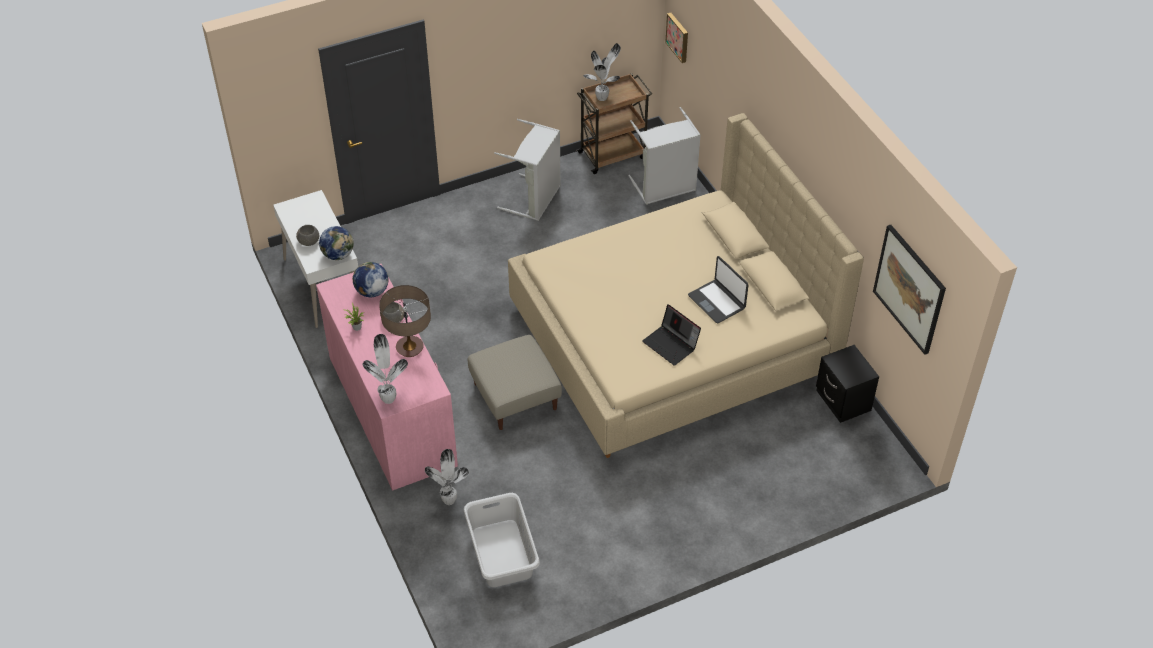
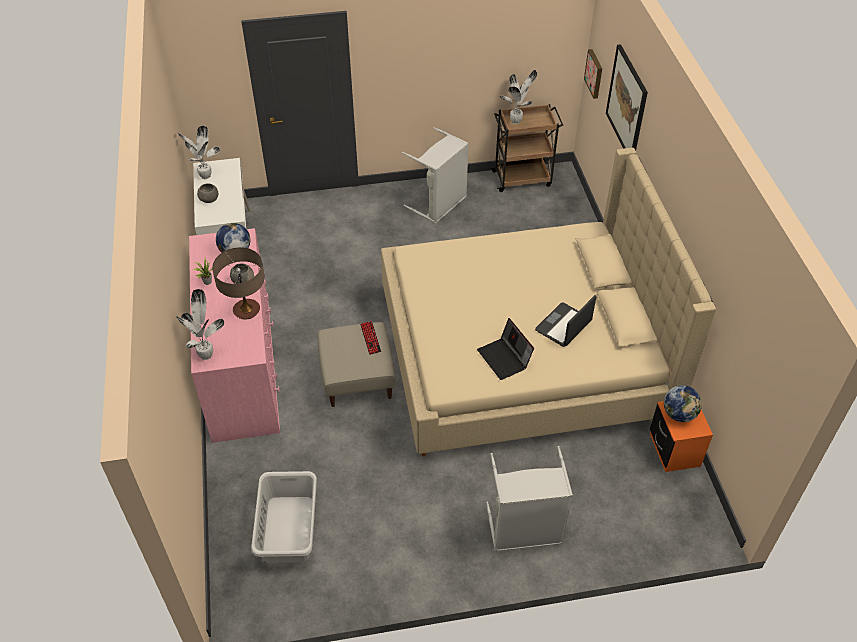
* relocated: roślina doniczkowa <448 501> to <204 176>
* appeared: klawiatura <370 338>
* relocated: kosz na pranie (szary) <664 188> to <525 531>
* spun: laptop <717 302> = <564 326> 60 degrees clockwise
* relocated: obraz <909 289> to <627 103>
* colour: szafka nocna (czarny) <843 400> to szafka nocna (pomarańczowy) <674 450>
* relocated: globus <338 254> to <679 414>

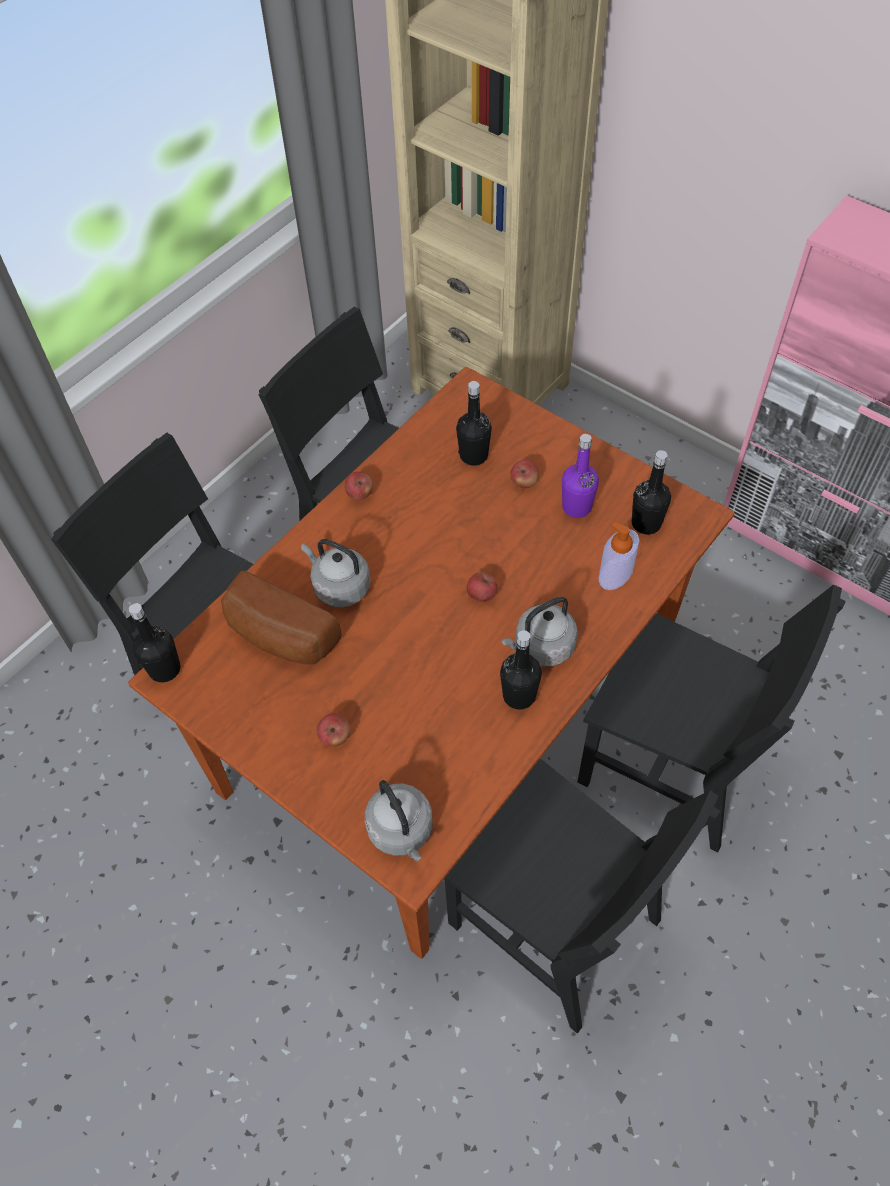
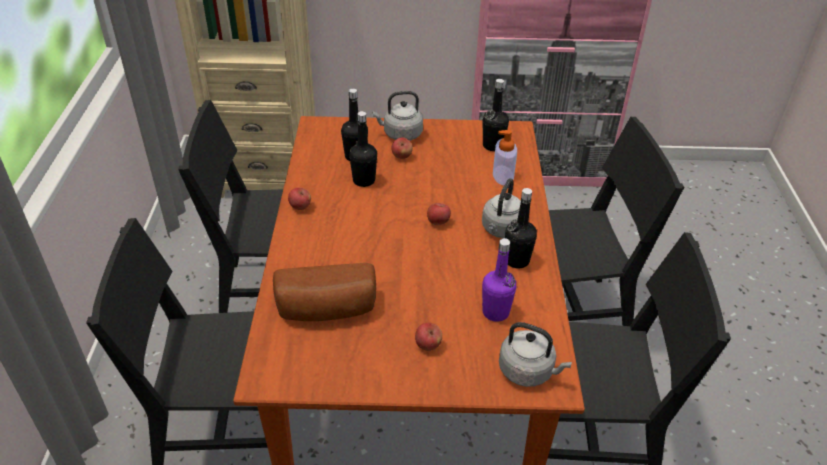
* relocated: butelka (czarny) <165 669> to <364 180>
* relocated: czajnik (szary) <339 586> to <400 134>
* relocated: butelka (fioletowy) <576 507> to <495 312>

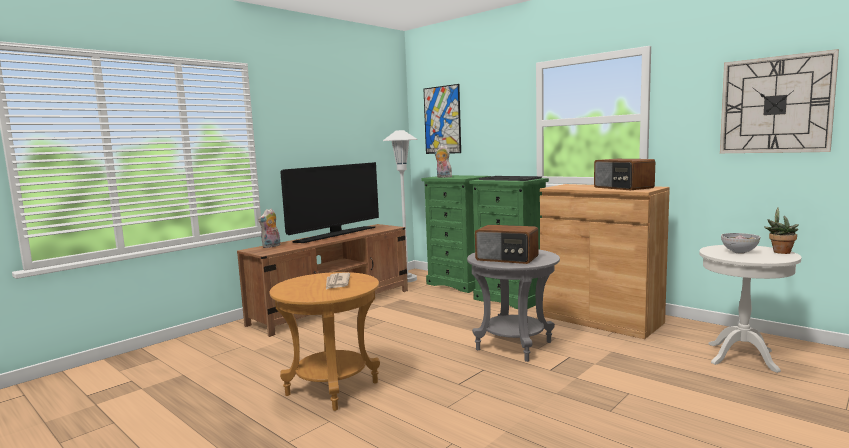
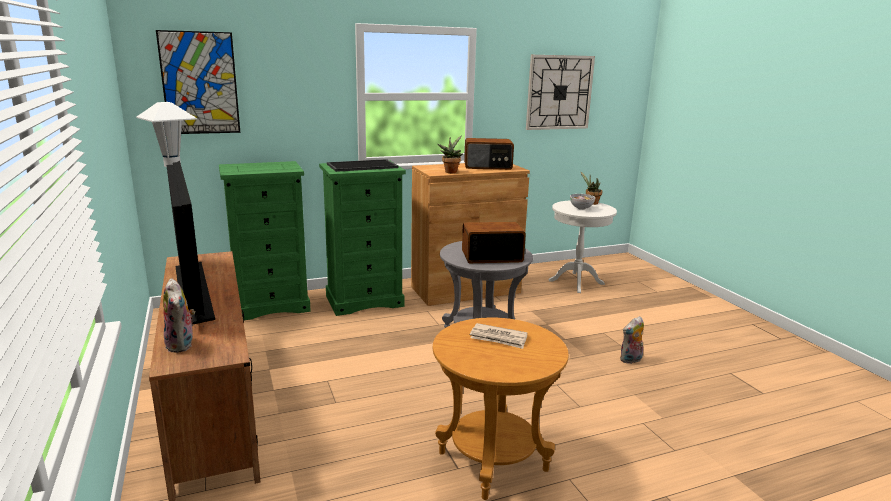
* appeared: roślina doniczkowa <451 171>
* spun: radio <507 258> = <491 256> 150 degrees counterclockwise
* relocated: pluszak <443 177> to <631 360>

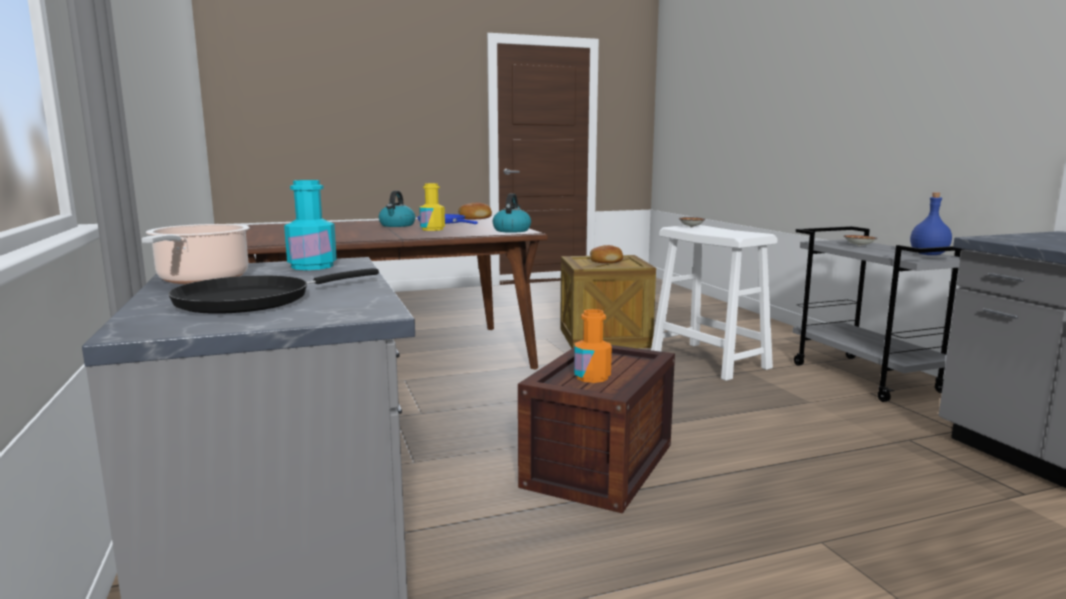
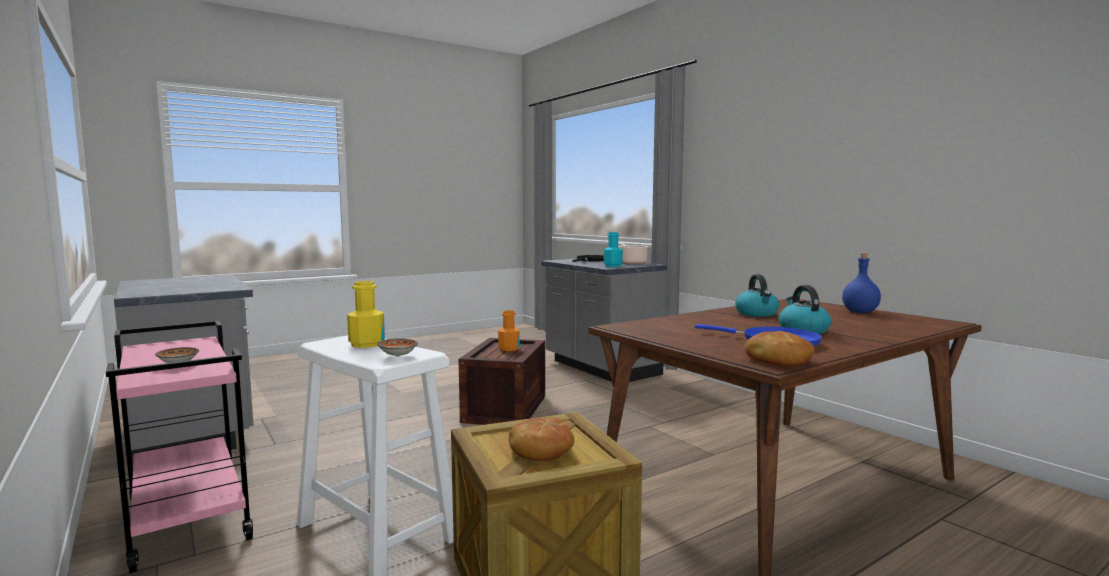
* colour: wózek (szary) <867 378> to wózek (różowy) <187 520>
* relocated: butelka (żółty) <432 229> to <366 344>
* relocated: czajnik <511 230> to <757 314>
* relocated: butelka (niebieski) <927 254> to <860 312>

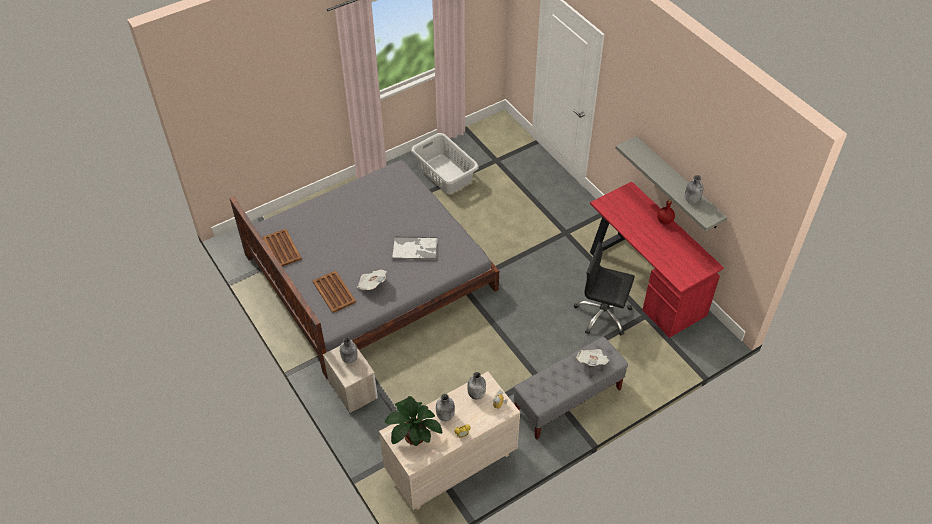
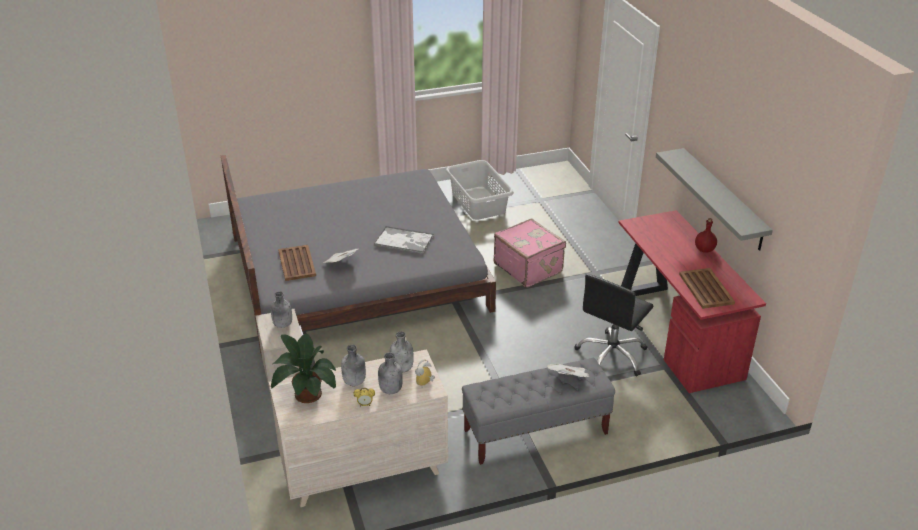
* relocated: butelka (szary) <691 200> to <390 390>
* appeared: walizka (różowy) <528 267>
* spun: krzesło biurowe (czarny) <602 315> = <612 356> 90 degrees counterclockwise
* relocated: taca (brązowy) <282 248> to <706 288>

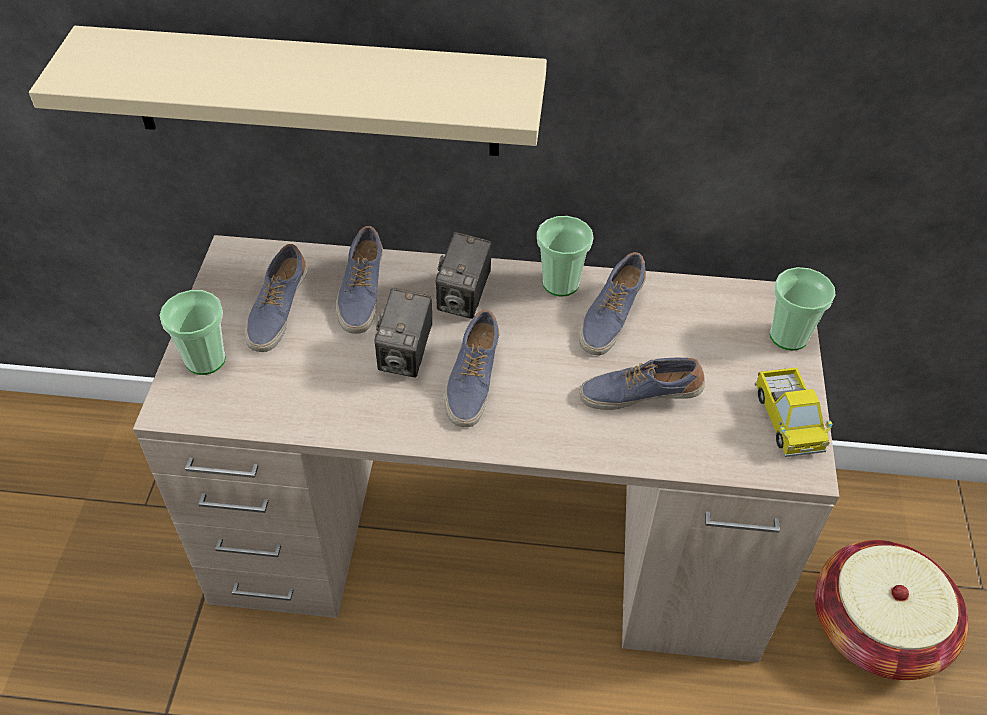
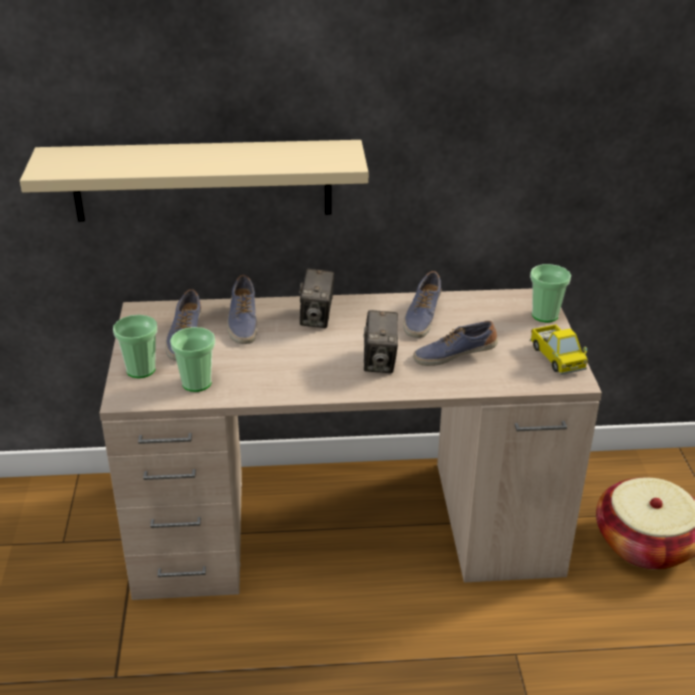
* relocated: filiżanka <560 283> to <196 383>
* relocated: aparat fotograficzny <406 356> to <380 362>
* missing: but <472 381>

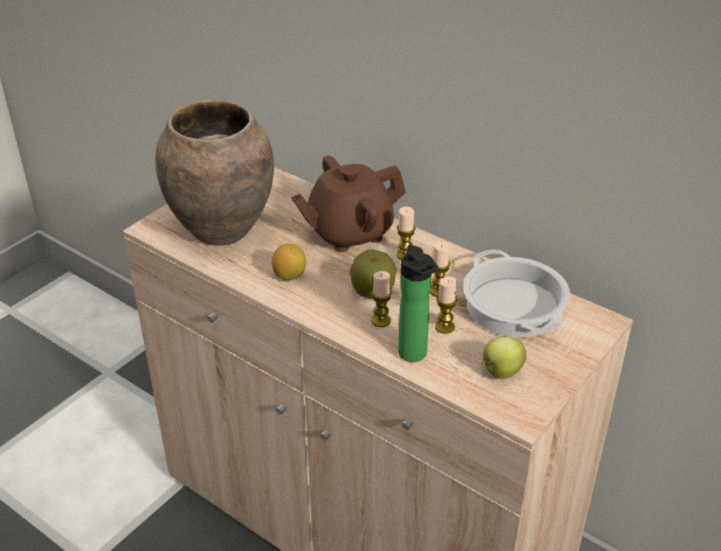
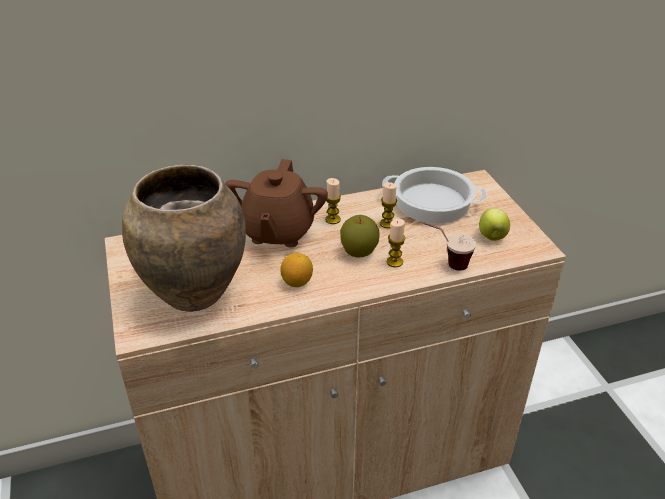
* exchanged: butelka <414 356> to filiżanka <446 264>
* missing: świeca <444 327>

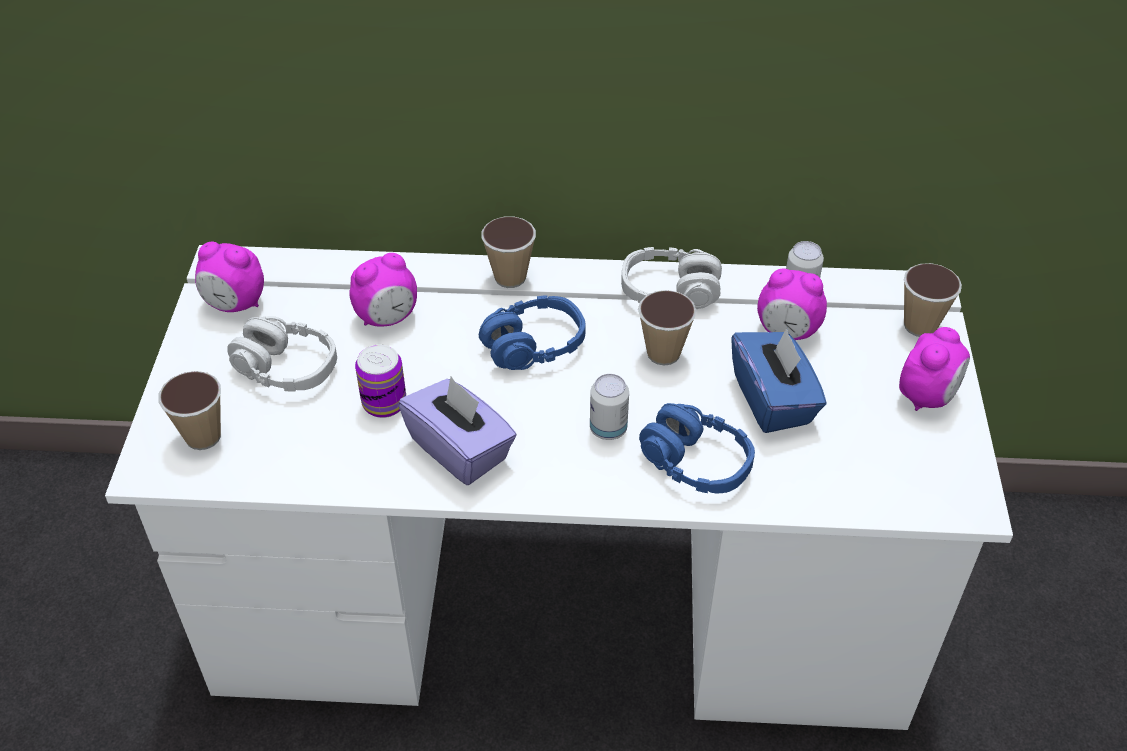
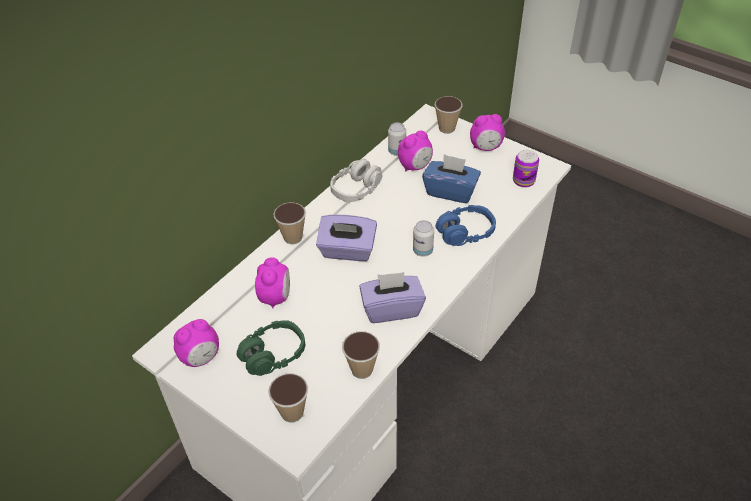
* colour: słuchawki (szary) <286 368> to słuchawki (zielony) <273 354>
* exchanged: słuchawki (niebieski) <533 345> to pudełko chusteczek (fioletowy) <347 251>
* relocated: filiżanka <663 353> to <362 369>
* spun: budzik <927 396> = <485 147> 105 degrees clockwise
* relocated: puszka <384 403> to <523 181>

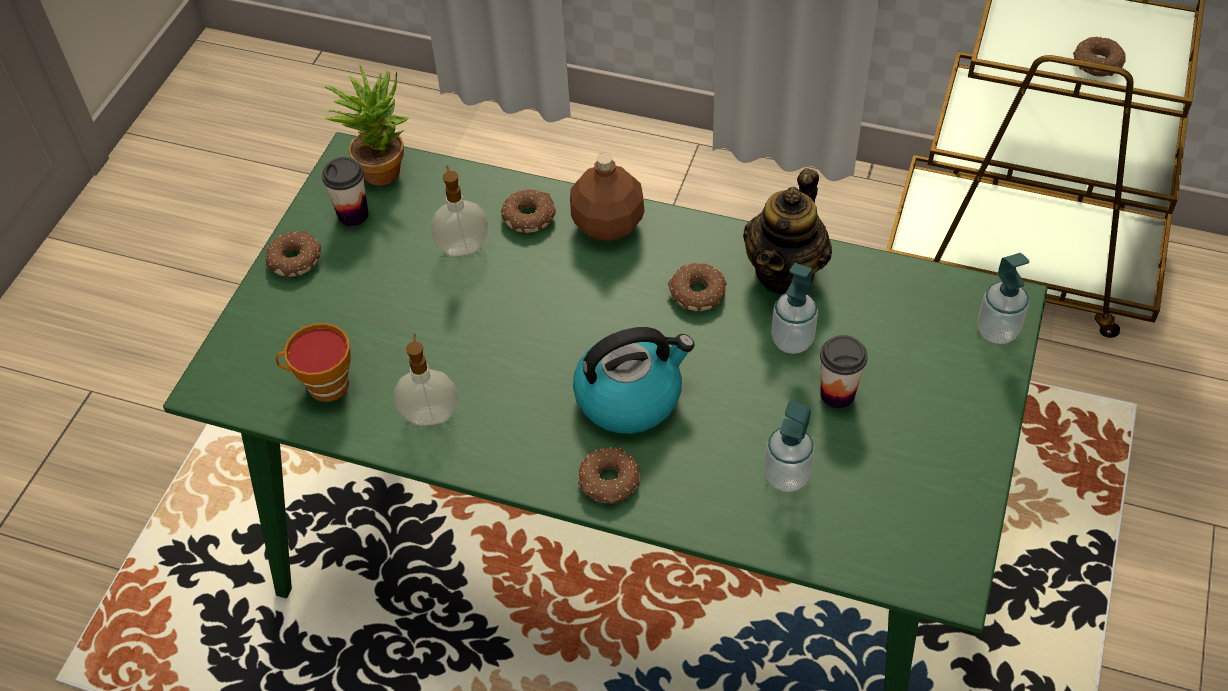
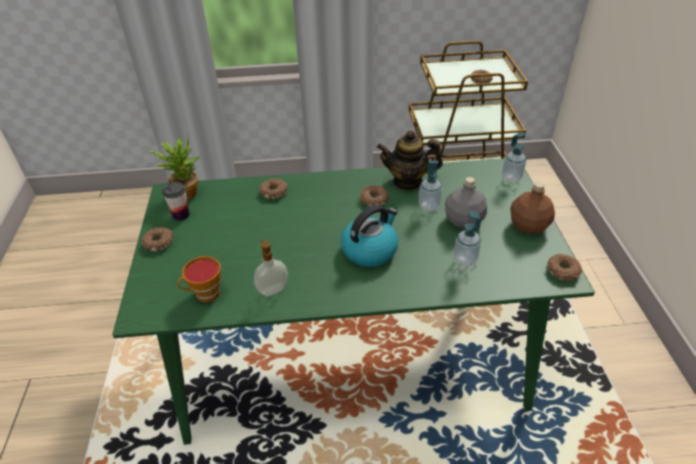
* spun: imbryk <785 272> = <408 181> 90 degrees clockwise
* exchanged: filiżanka <837 394> to butelka (szary) <463 220>
* relocated: butelka (brązowy) <607 225> to <528 226>
* relocated: donut <609 482> to <563 271>
* missing: dozownik mydła <462 247>

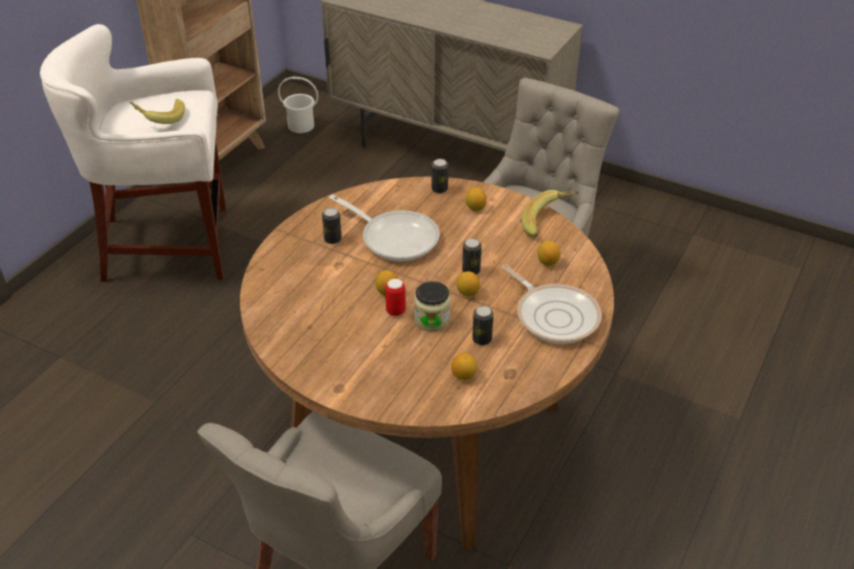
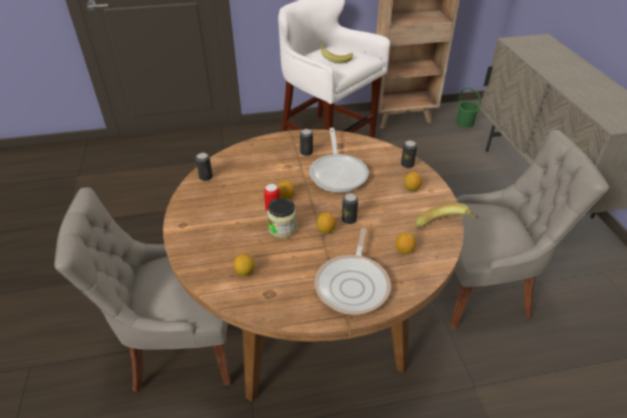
* relocated: puszka <482 339> to <206 177>
* colour: wiadro (biały) <301 125> to wiadro (zielony) <465 122>

